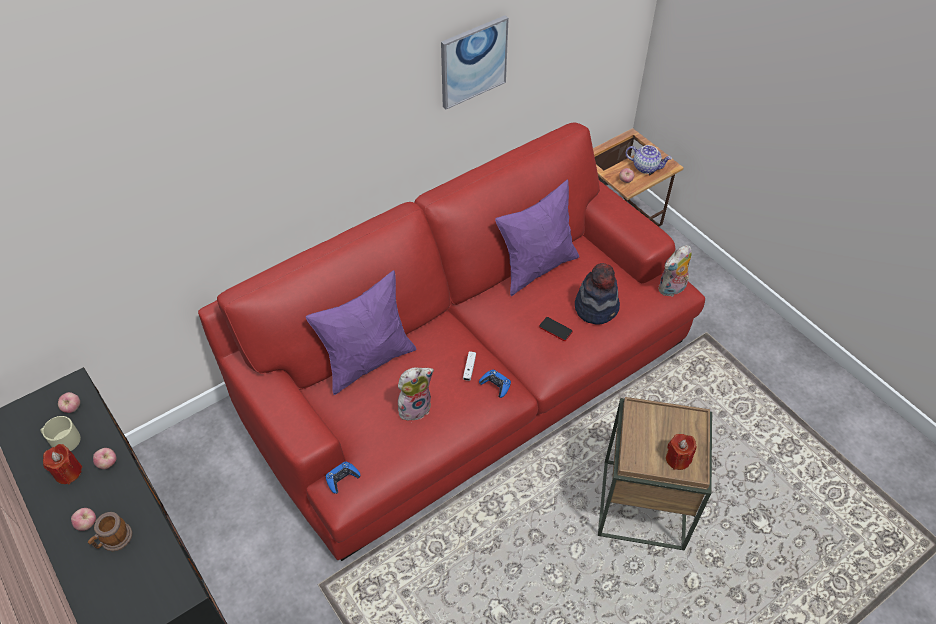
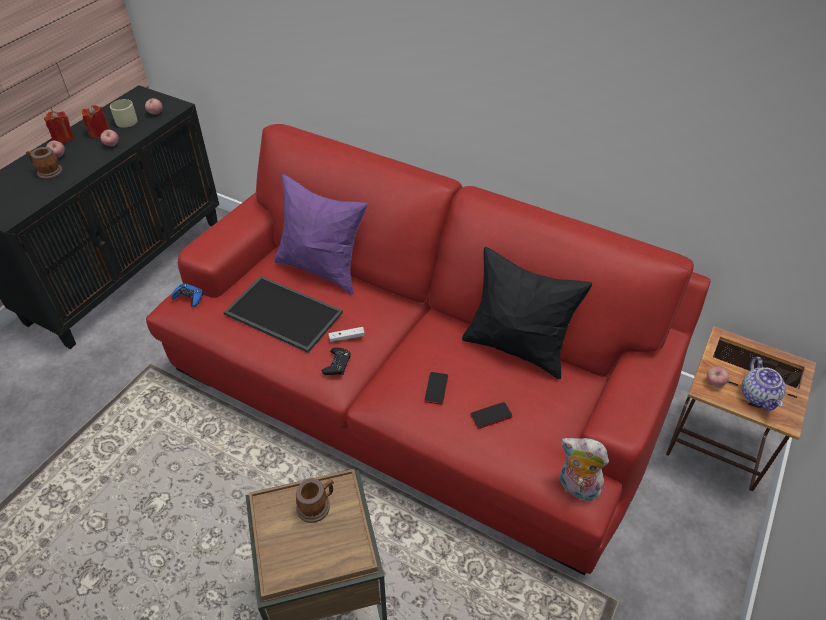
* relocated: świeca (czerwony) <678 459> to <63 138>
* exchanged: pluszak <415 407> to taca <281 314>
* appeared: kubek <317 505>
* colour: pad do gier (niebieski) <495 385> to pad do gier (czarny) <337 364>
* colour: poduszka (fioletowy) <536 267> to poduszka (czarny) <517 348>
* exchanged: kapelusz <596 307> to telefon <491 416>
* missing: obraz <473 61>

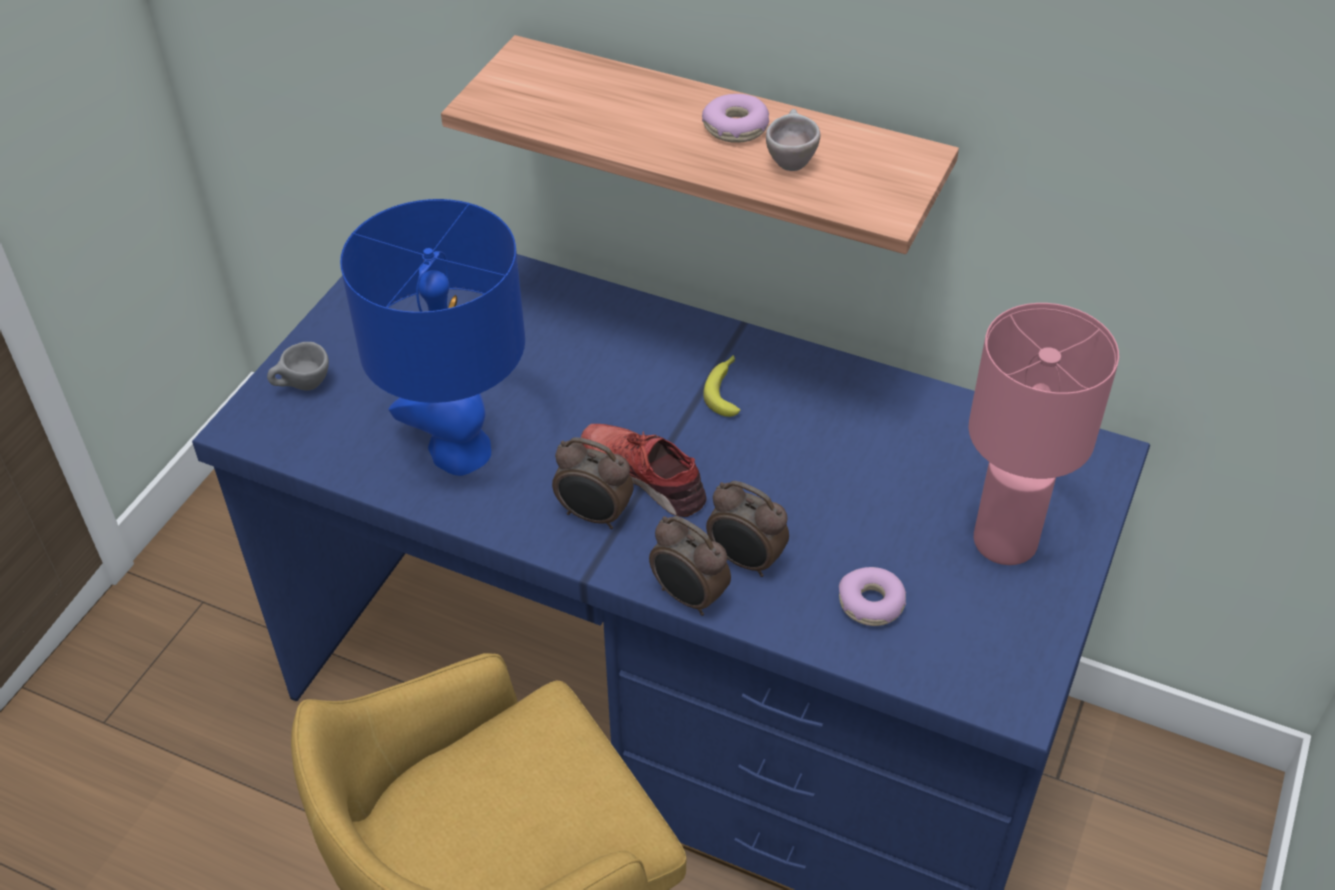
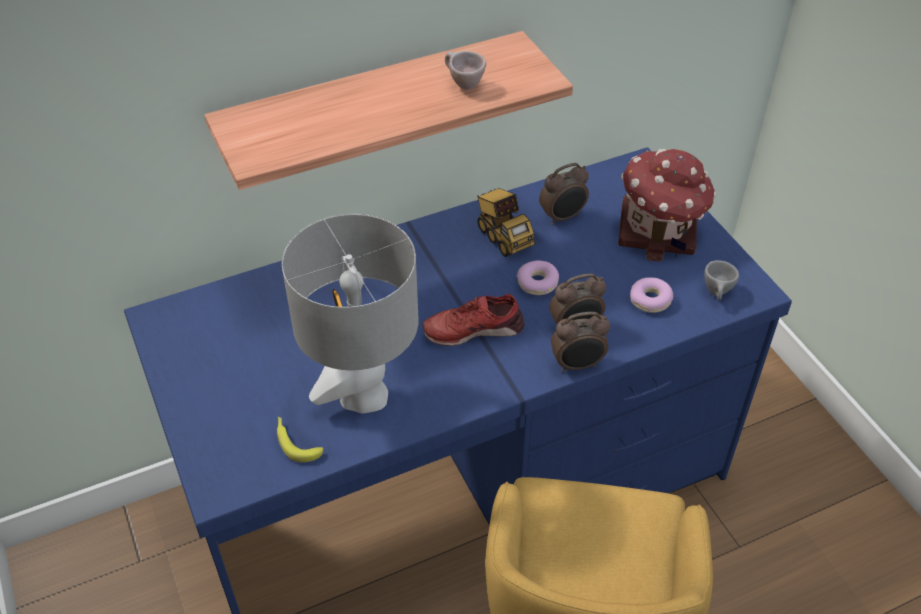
* relocated: banan <726 389> to <295 442>
* colour: lampa stołowa (niebieski) <459 451> to lampa stołowa (szary) <363 396>
* appeared: ciężarówka zabawkowa <503 237>
* relocated: donut <736 128> to <537 283>
* relocated: budzik <594 516> to <563 217>
* exchanged: lampa stołowa (różowy) <1007 542> to domek <659 230>
* relocated: filiżanka (szary) <303 387> to <717 294>

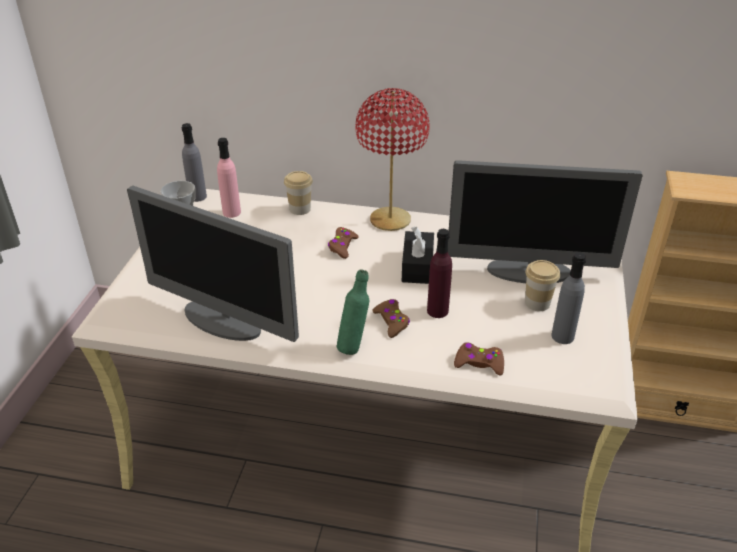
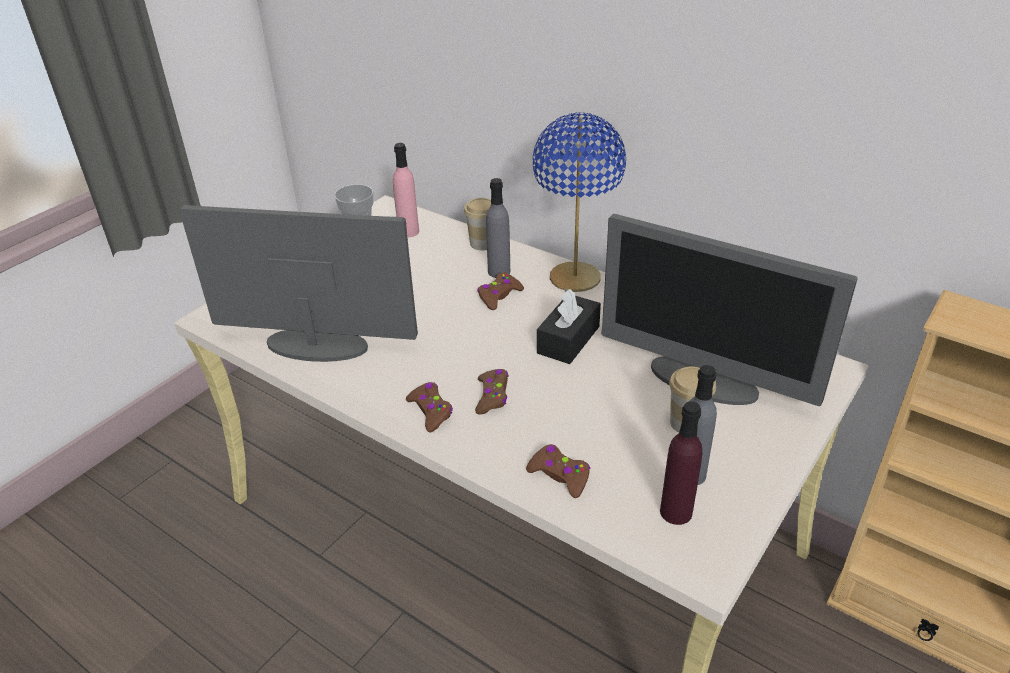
* spun: monitor <223 321> = <316 345> 135 degrees clockwise
* exchanged: butelka (zielony) <353 346> to pad do gier (brązowy) <430 411>
* relocated: butelka (szary) <197 196> to <499 271>
* colour: lampa stołowa (czerwony) <391 220> to lampa stołowa (niebieski) <575 279>
* relocated: butelka (fioletowy) <437 311> to <676 512>

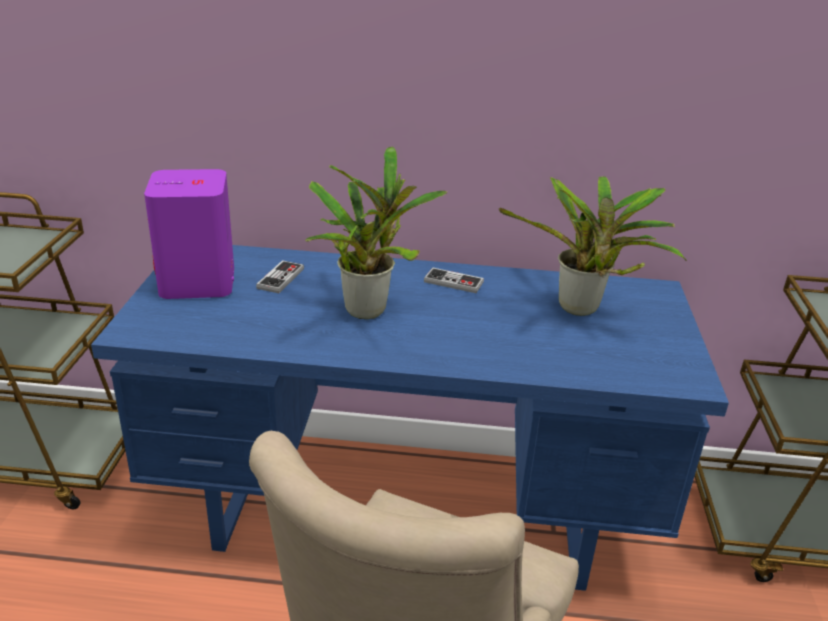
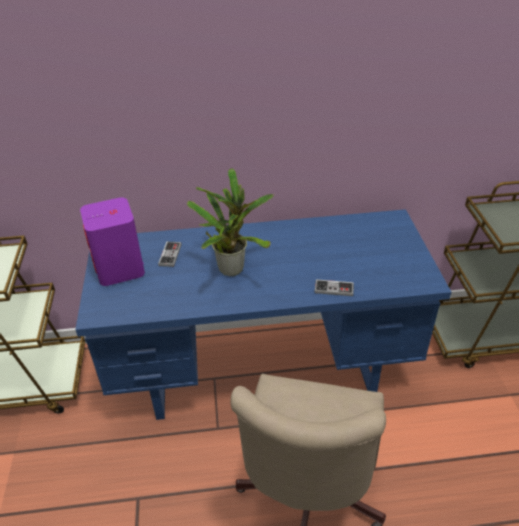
* relocated: pad do gier <453 282> to <334 289>
* missing: roślina doniczkowa <581 311>

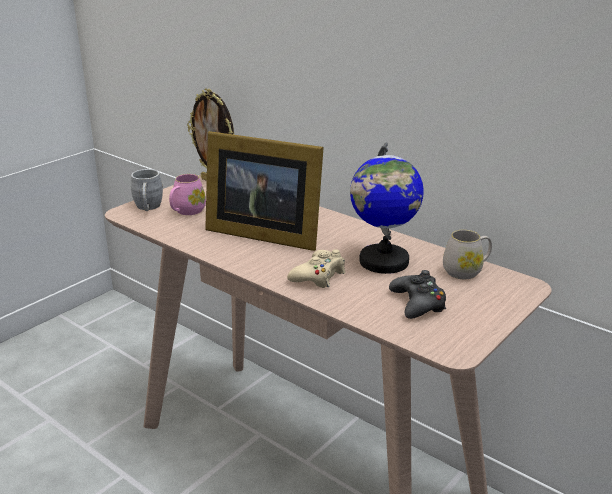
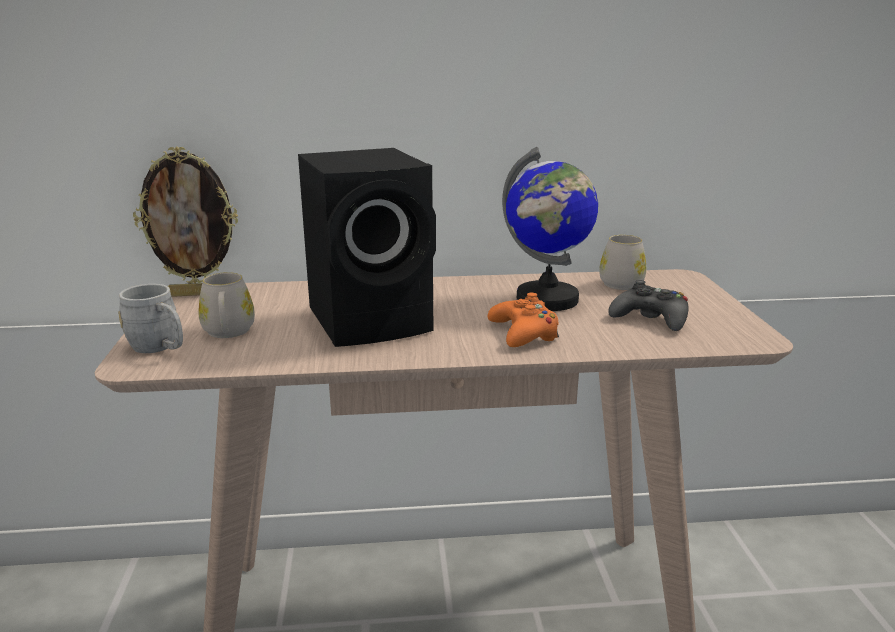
* colour: kubek (różowy) <186 211> to kubek (biały) <228 333>
* exchanged: ramka na zdjęcie <262 233> to głośnik (czarny) <374 320>
* colour: pad do gier (beżowy) <318 276> to pad do gier (pomarańczowy) <523 333>

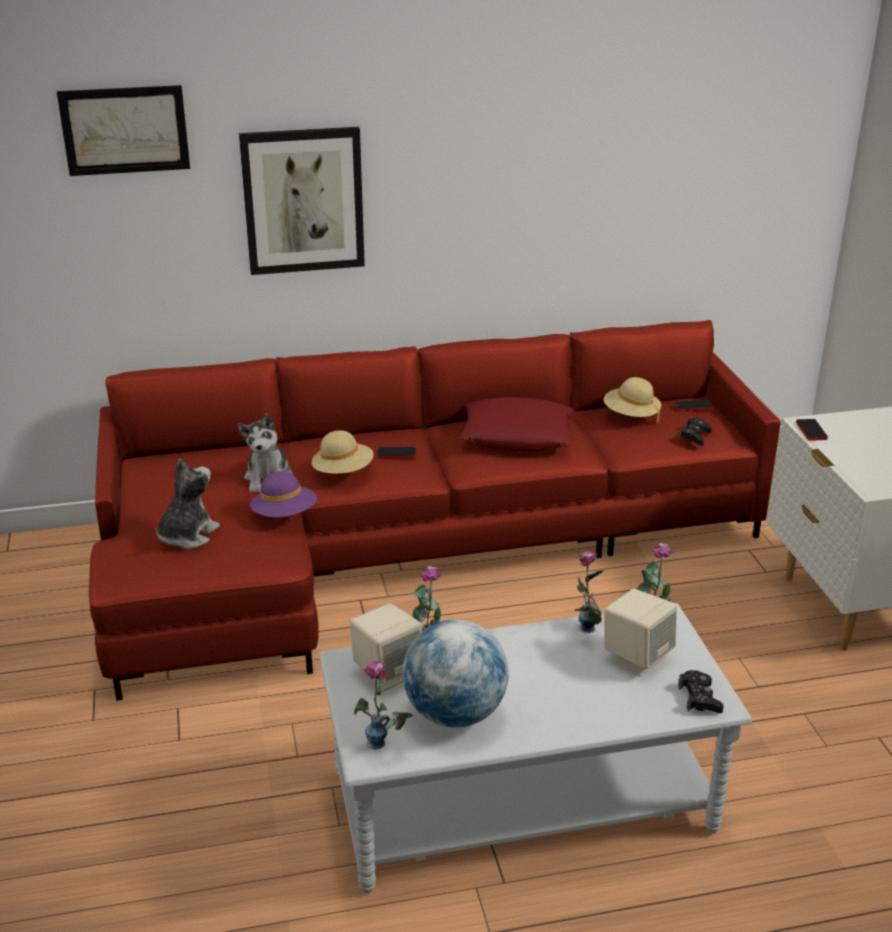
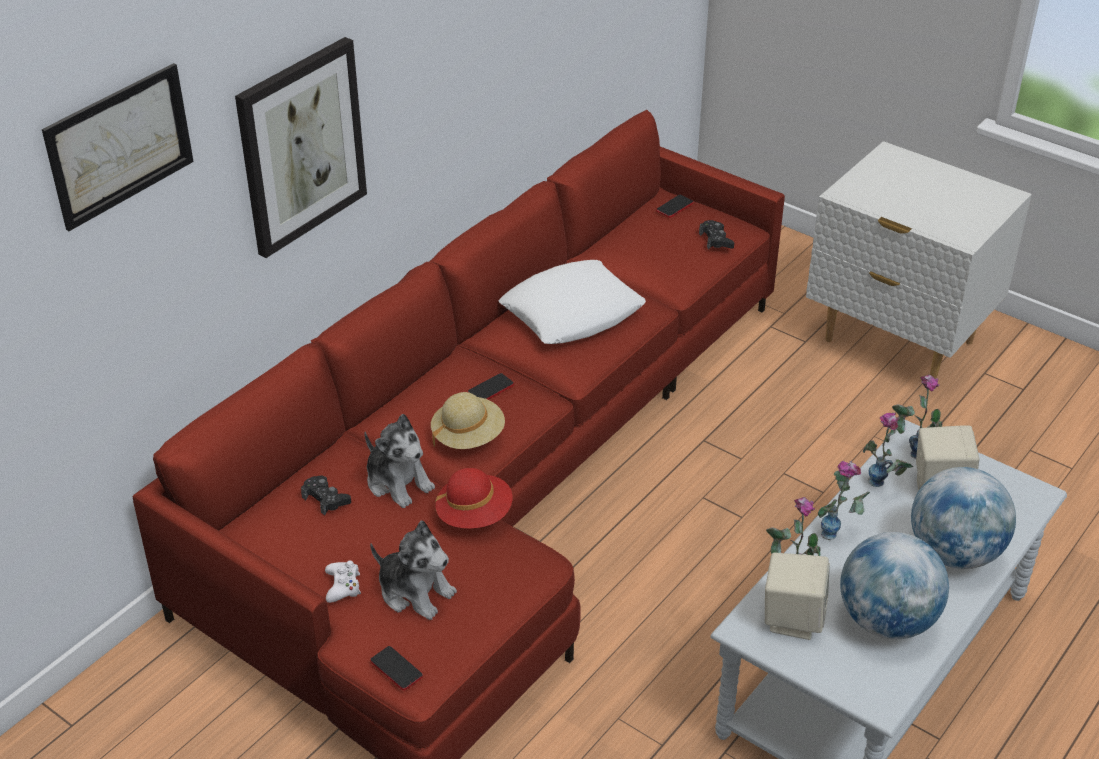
* relocated: pad do gier (czarny) <699 698> to <326 499>
* appeared: pad do gier (biały) <343 586>
* spun: pluszak <187 536> = <415 592> 135 degrees clockwise
* relocated: telefon <811 430> to <396 669>
* colour: kapelusz (fioletowy) <284 515> to kapelusz (czerwony) <474 515>
* colour: poduszka (czerwony) <517 435> to poduszka (biały) <572 312>
* relocated: wazon <384 750> to <840 535>
* appeared: globus <954 553>
* missing: kapelusz (beżowy) <631 415>

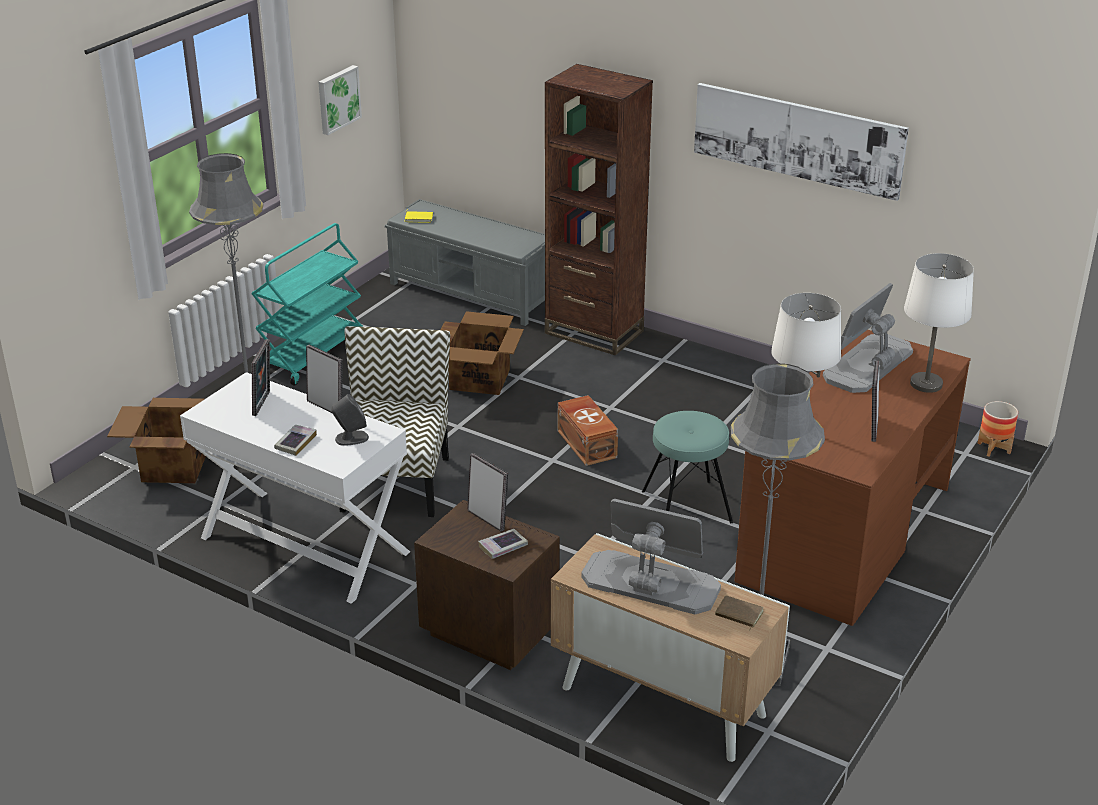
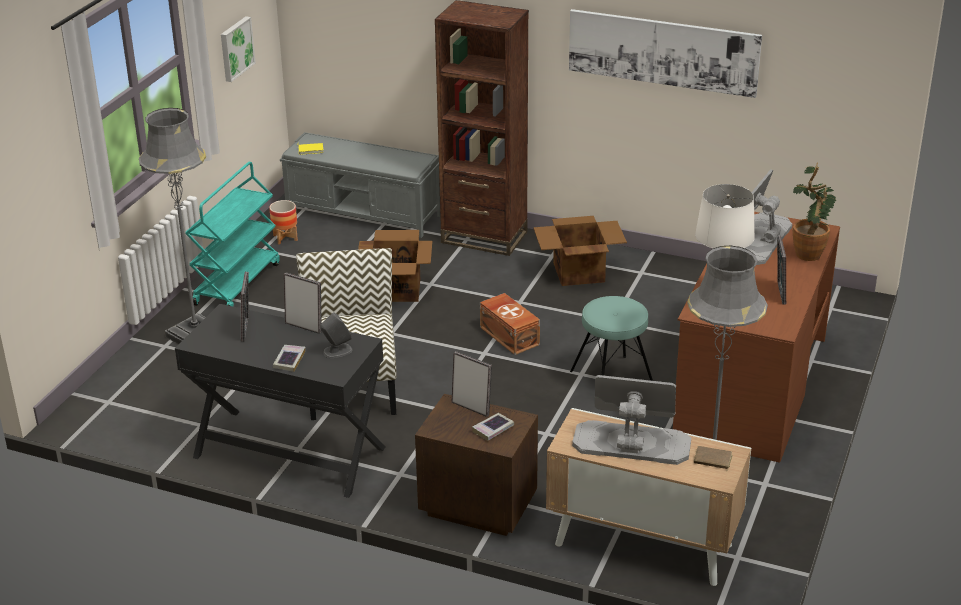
* colour: biurko (biały) <303 545> to biurko (czarny) <288 453>
* relocated: donica <993 448> to <285 238>
* relocated: karton <173 466> to <578 272>
* exchanged: lampa stołowa (biały) <926 384> to roślina doniczkowa <811 252>

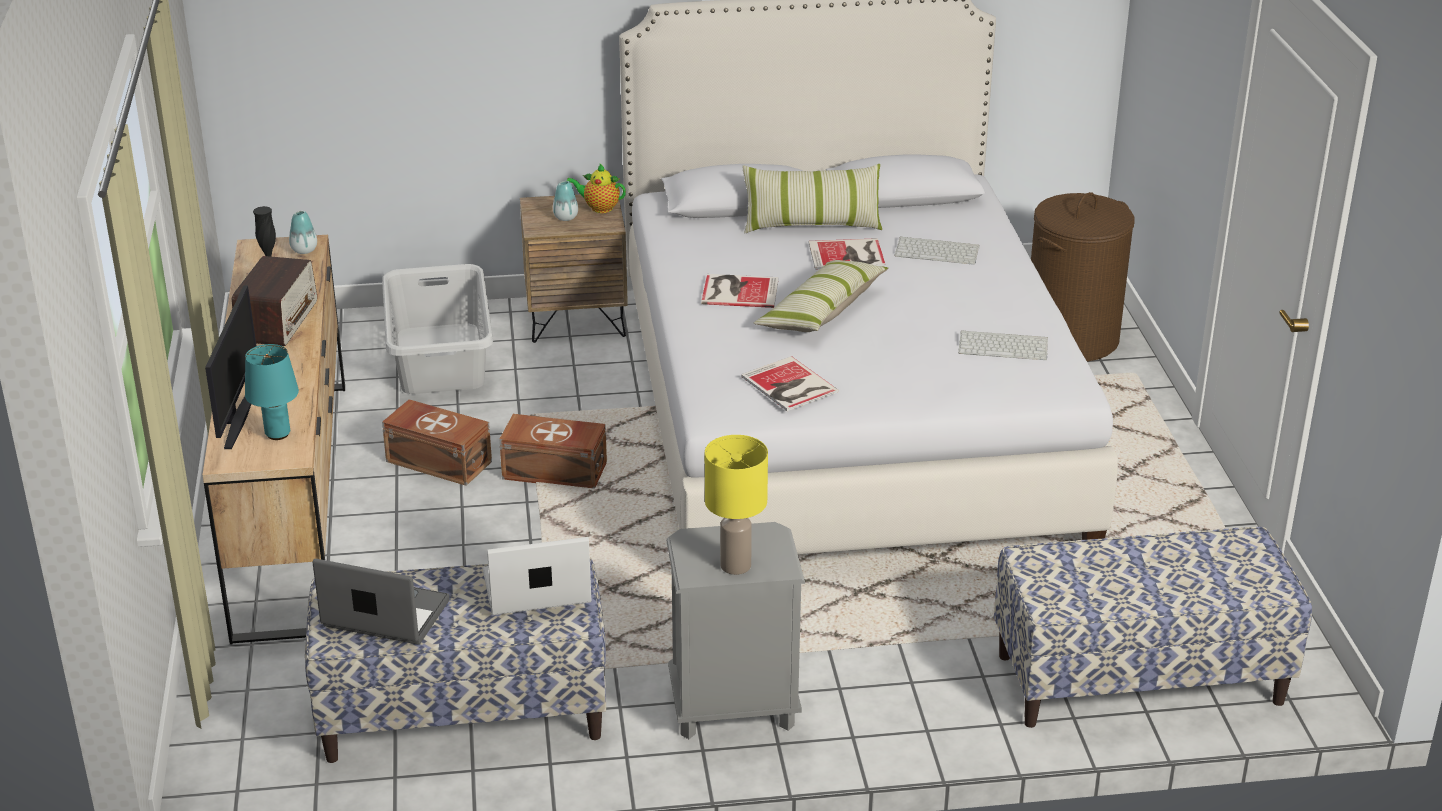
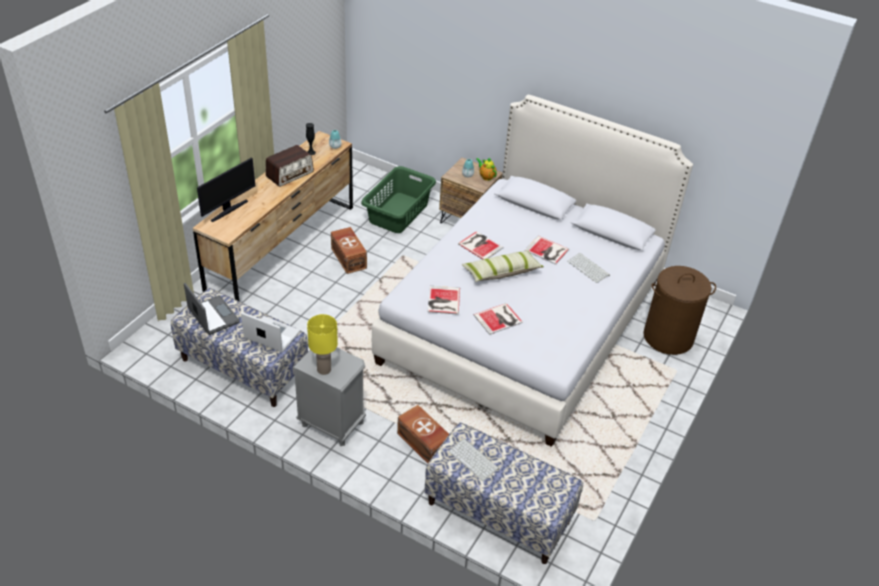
* colour: kosz na pranie (szary) <441 358> to kosz na pranie (zielony) <399 213>
* relocated: pojemnik do przechowywania (brązowy) <555 472> to <423 444>
* relocated: klawiatura <1004 346> to <474 460>
* appeared: książka <499 319>
* missing: lampa stołowa (turkusowy) <278 434>
* missing: poduszka <811 225>

